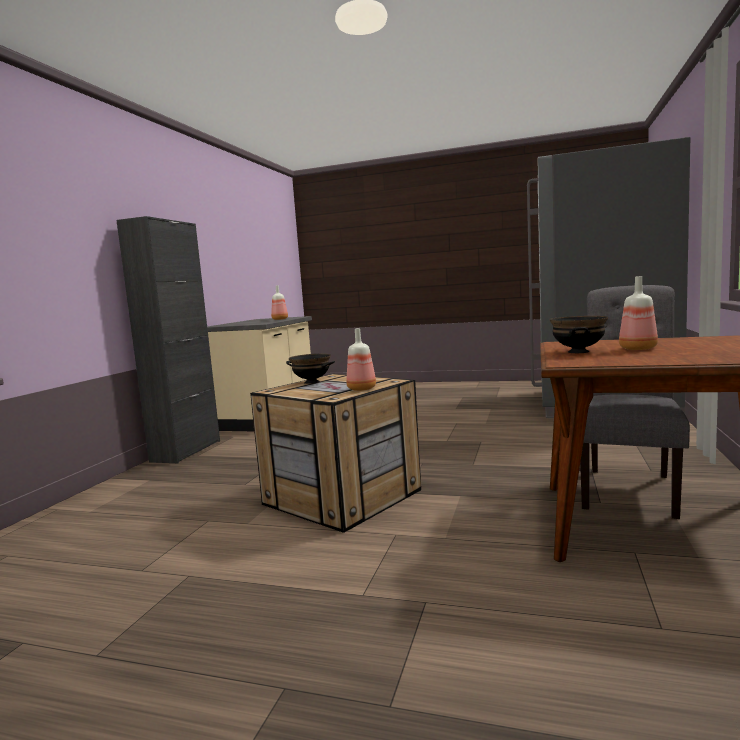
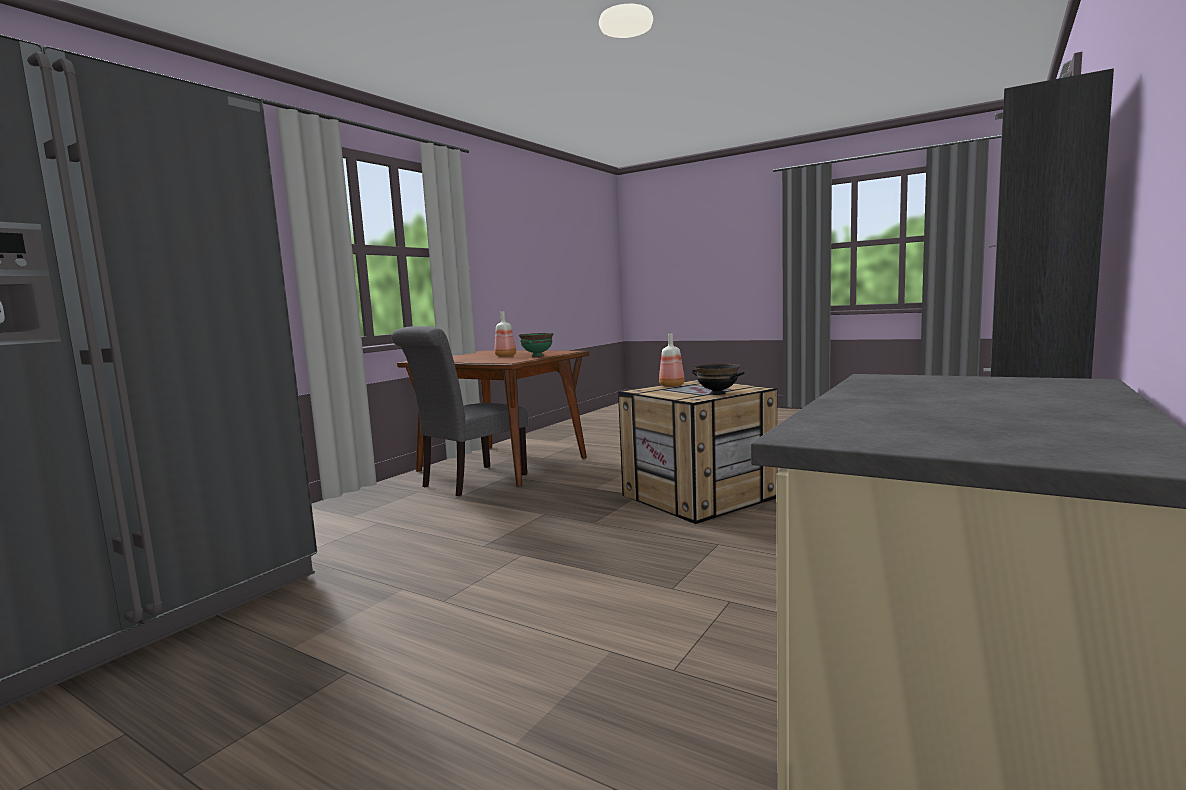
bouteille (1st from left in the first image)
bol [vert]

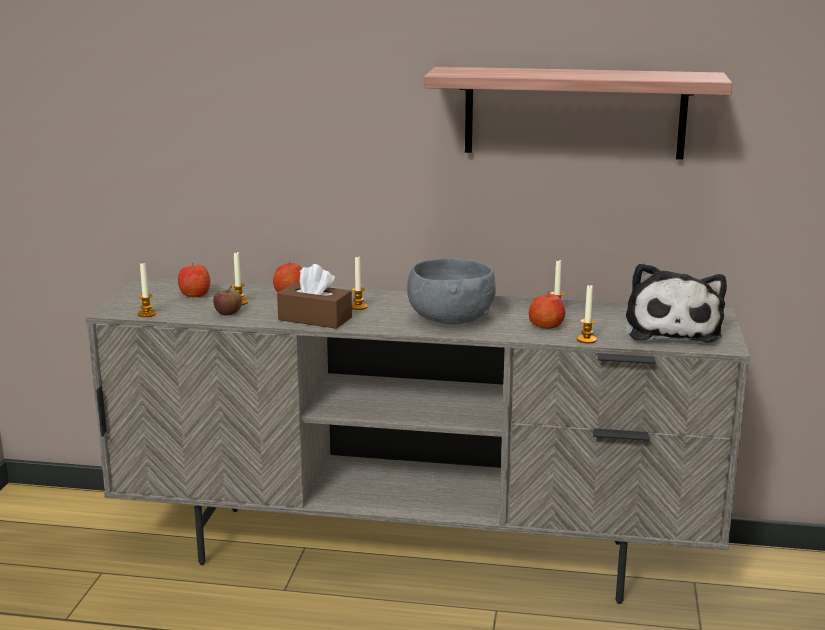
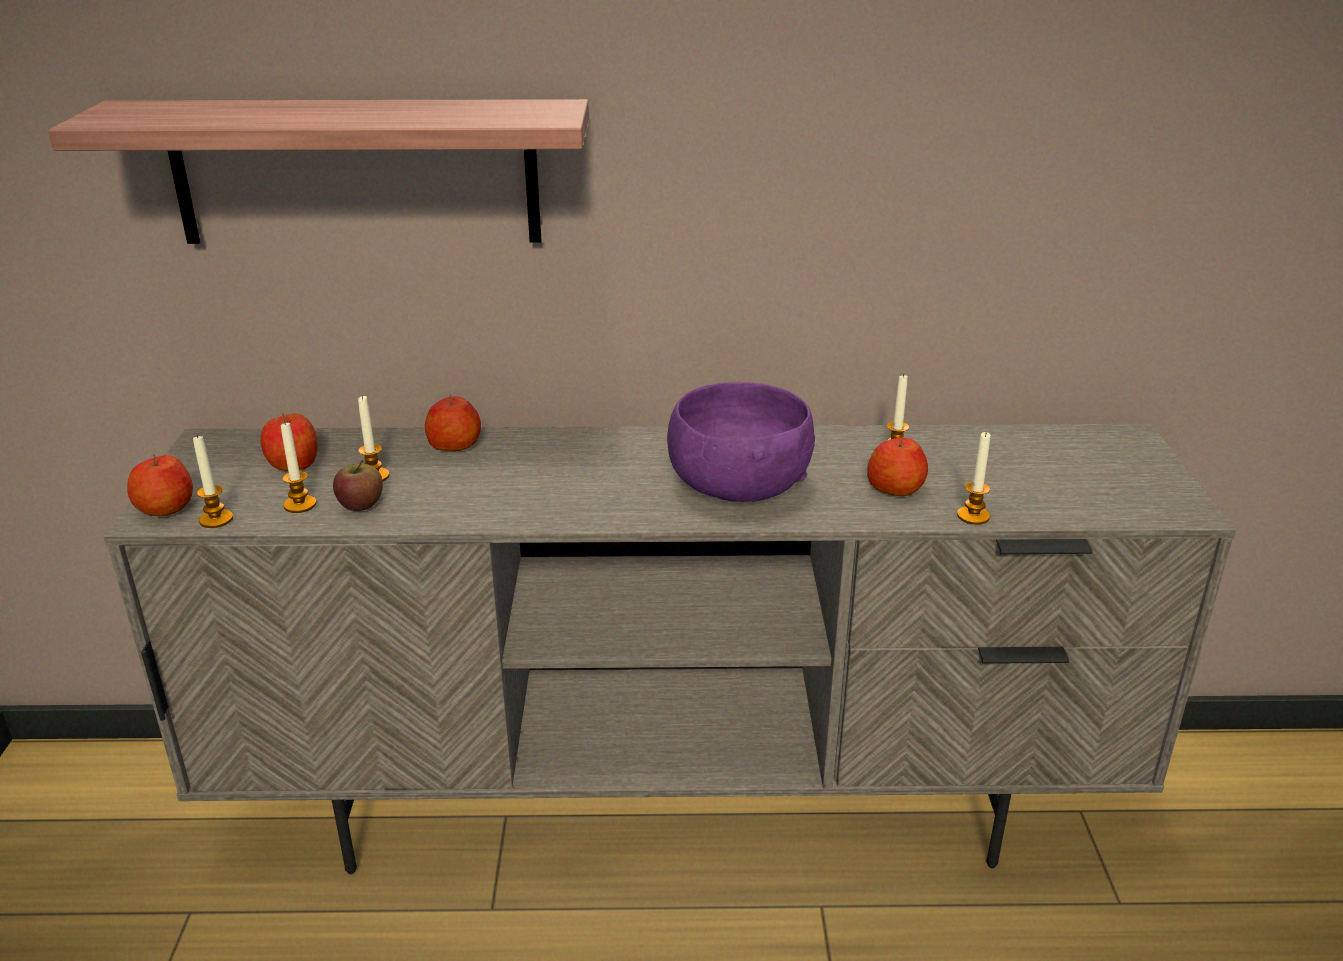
boîte à mouchoirs [marron]
peluche
pomme (1st from left)
bougie (2nd from left)
étagère
bol [violet]

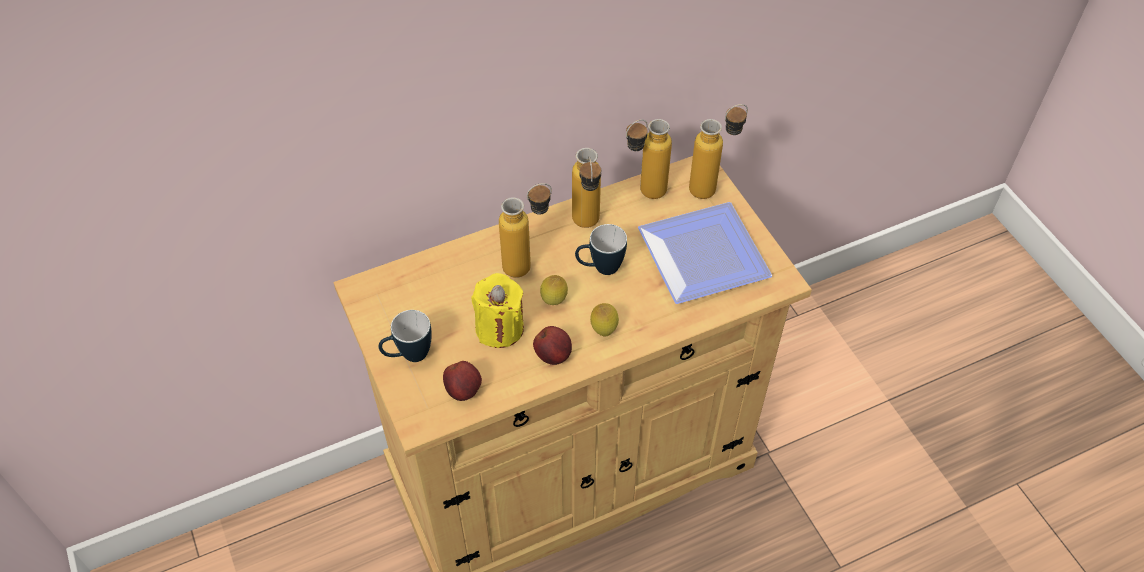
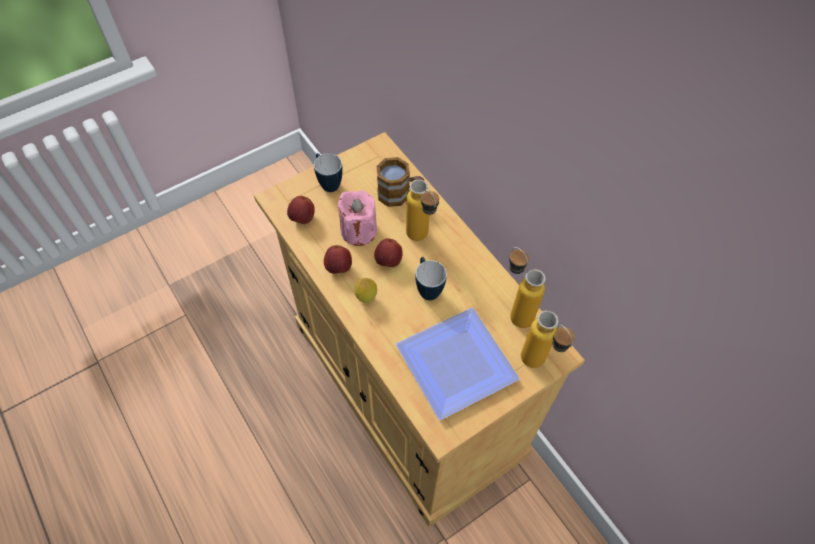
bouteille (2nd from left in the first image)
mug (2nd from left)
pomme (3rd from left)
bougie [rose]

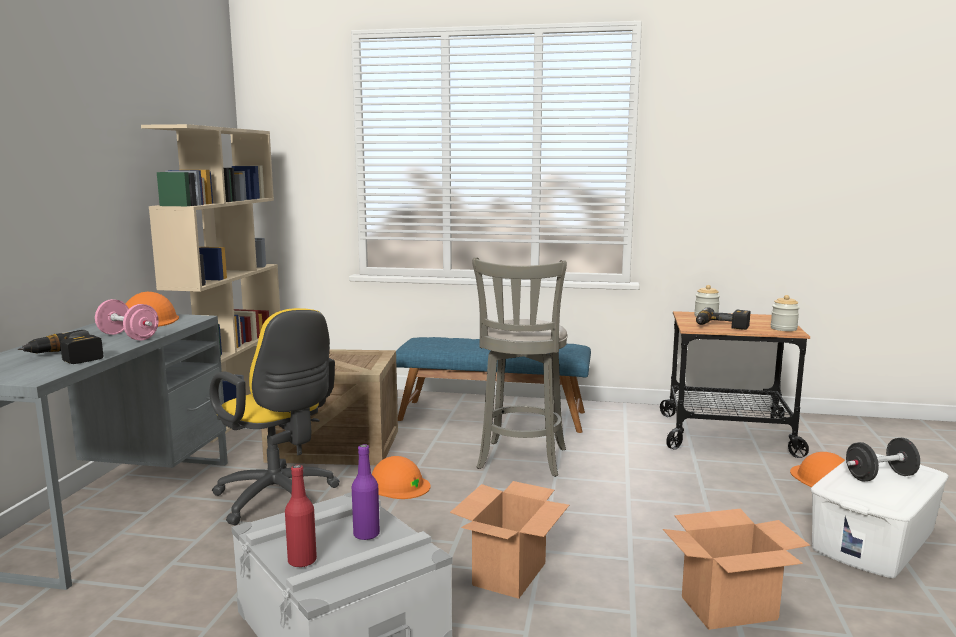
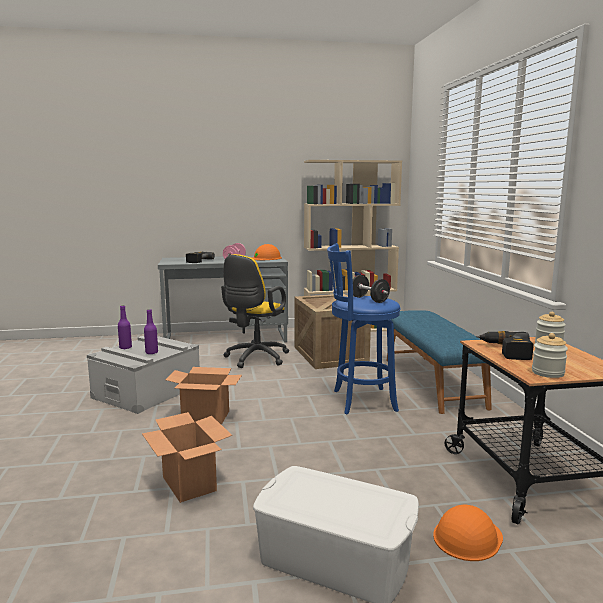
casque de chantier [orange] (2nd from left in the first image)
haltère [noir]
bouteille [violet] (1st from left)
tabouret [bleu]

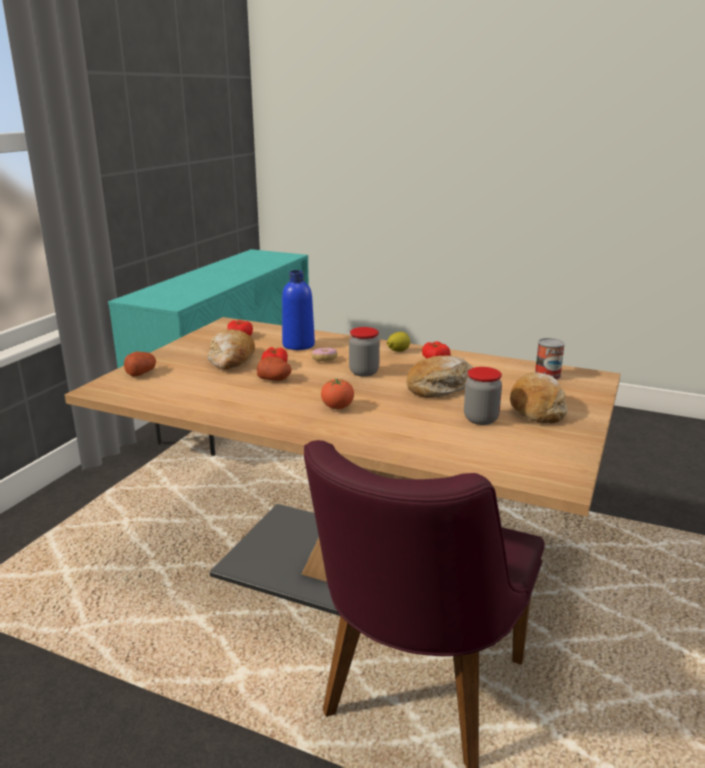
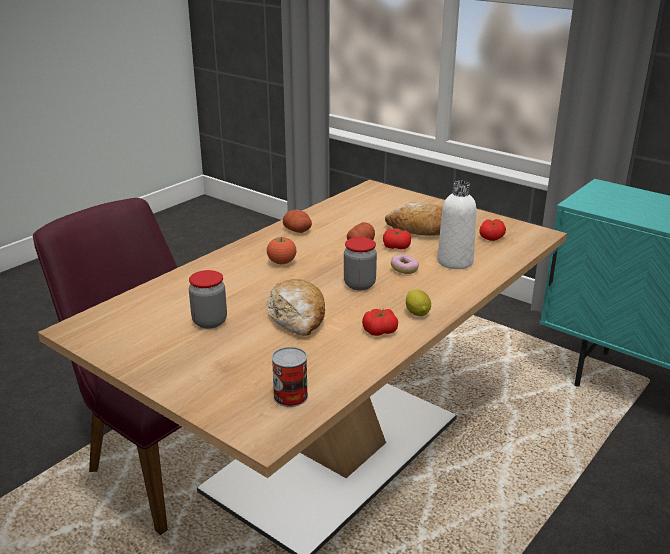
pain (3rd from left in the first image)
pomme de terre (1st from left)
bouteille [blanc]

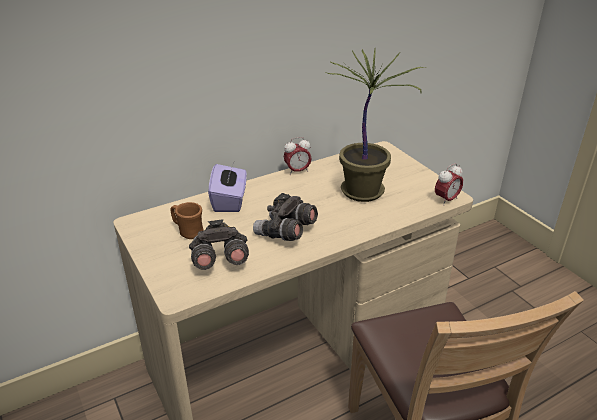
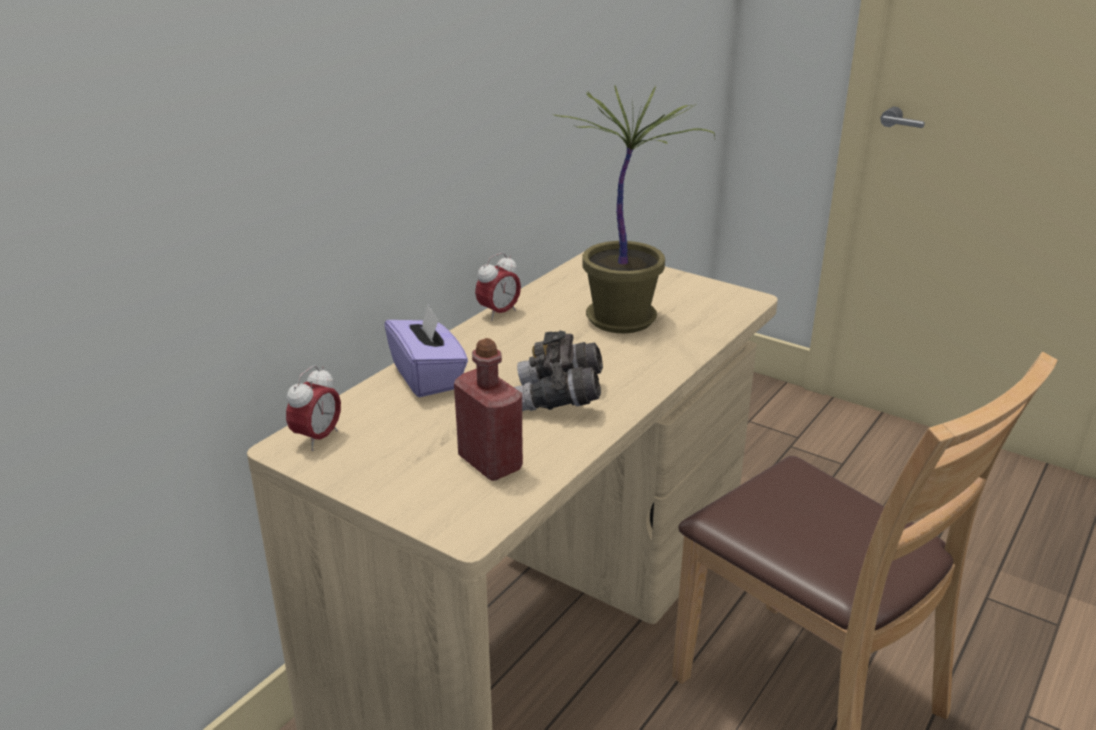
mug [marron]
réveil (1st from left)
bouteille [rouge]

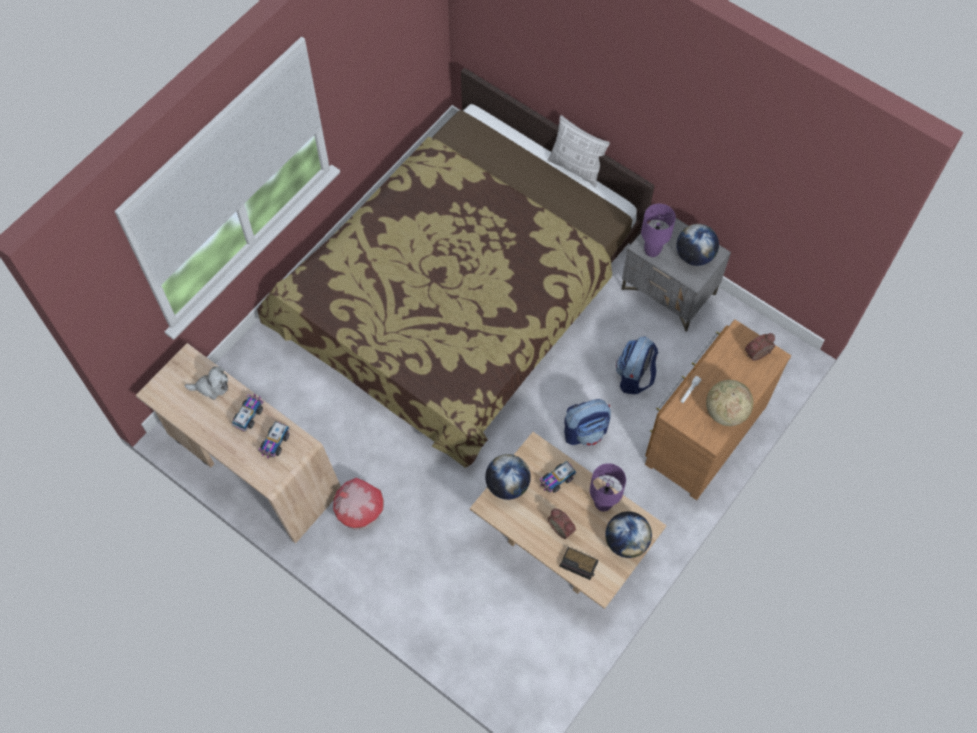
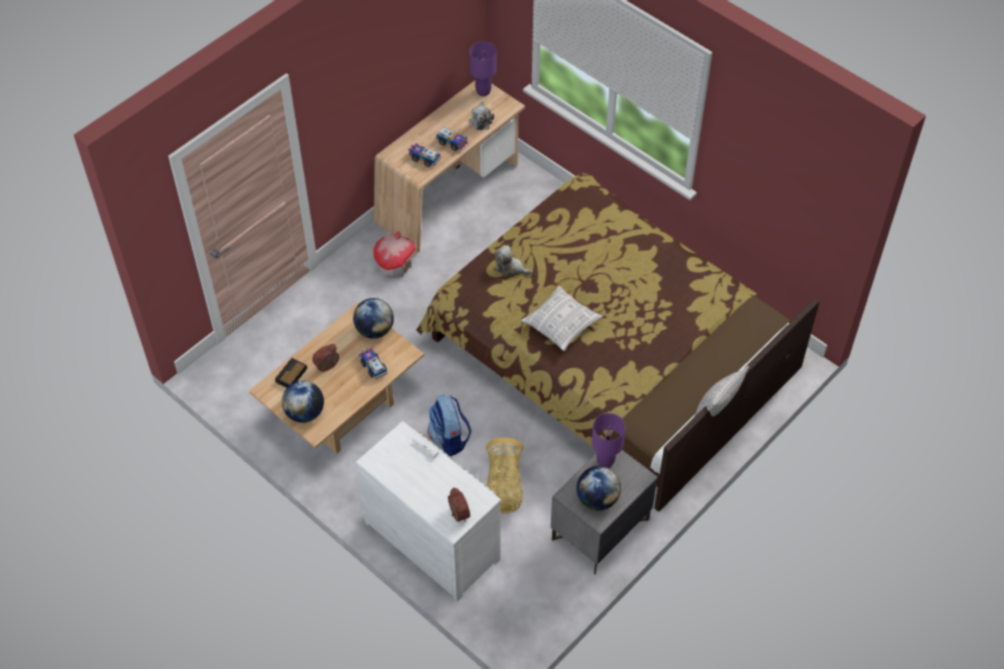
globe (4th from left in the first image)
peluche (2nd from left)
coussin (1st from left)
lampe de table [violet] (1st from left)
panier
commode [blanc]

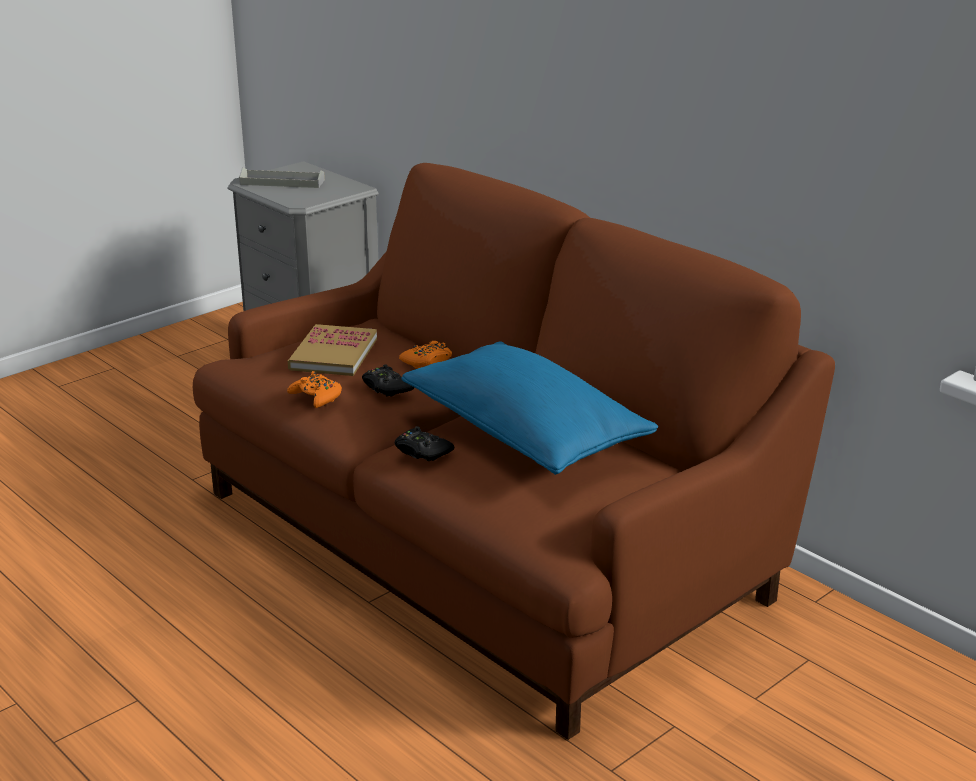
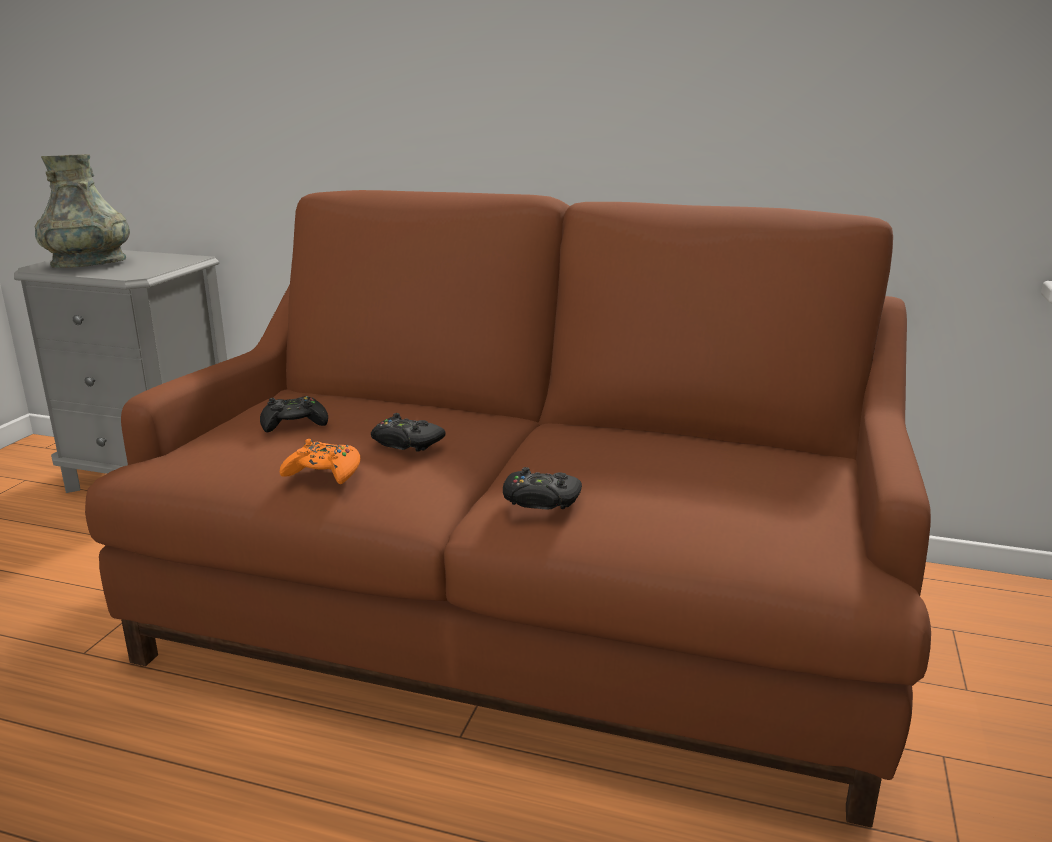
manette [orange] (2nd from left in the first image)
coussin [bleu]
vase [gris]
manette [noir] (1st from left)

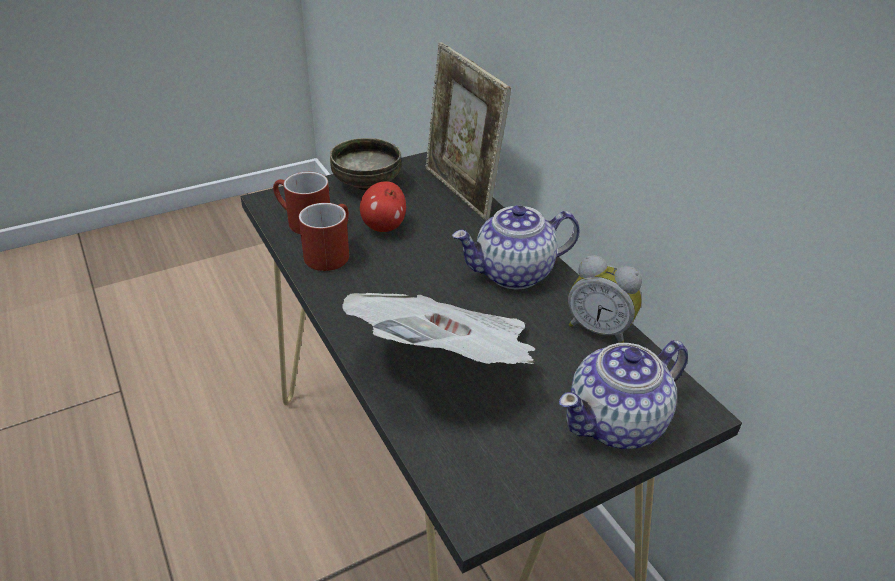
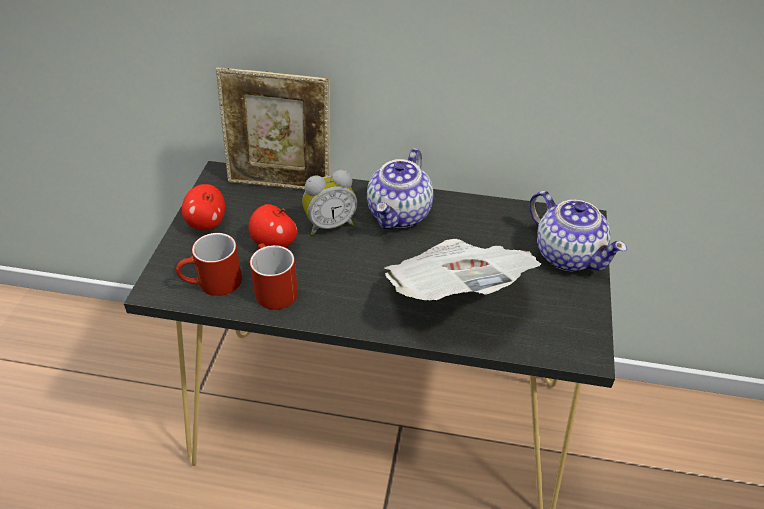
réveil
pomme (1st from left)
théière (2nd from left)

